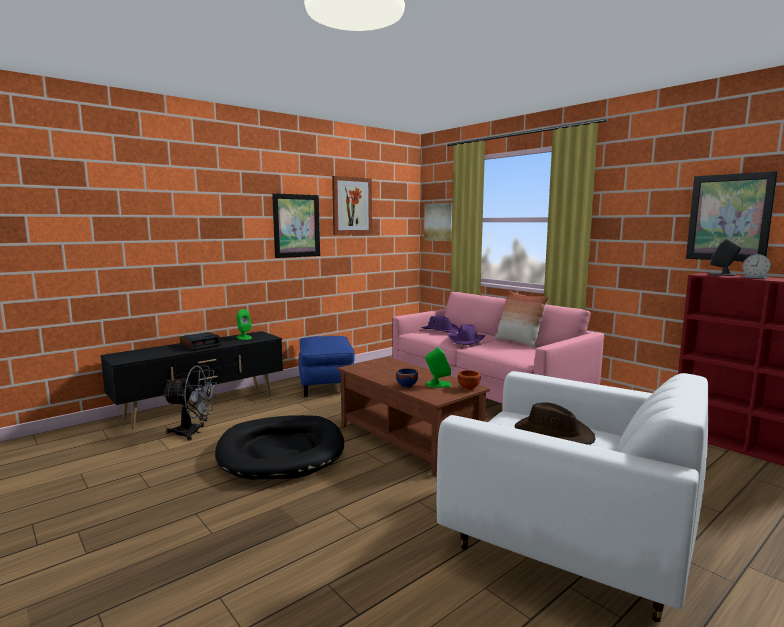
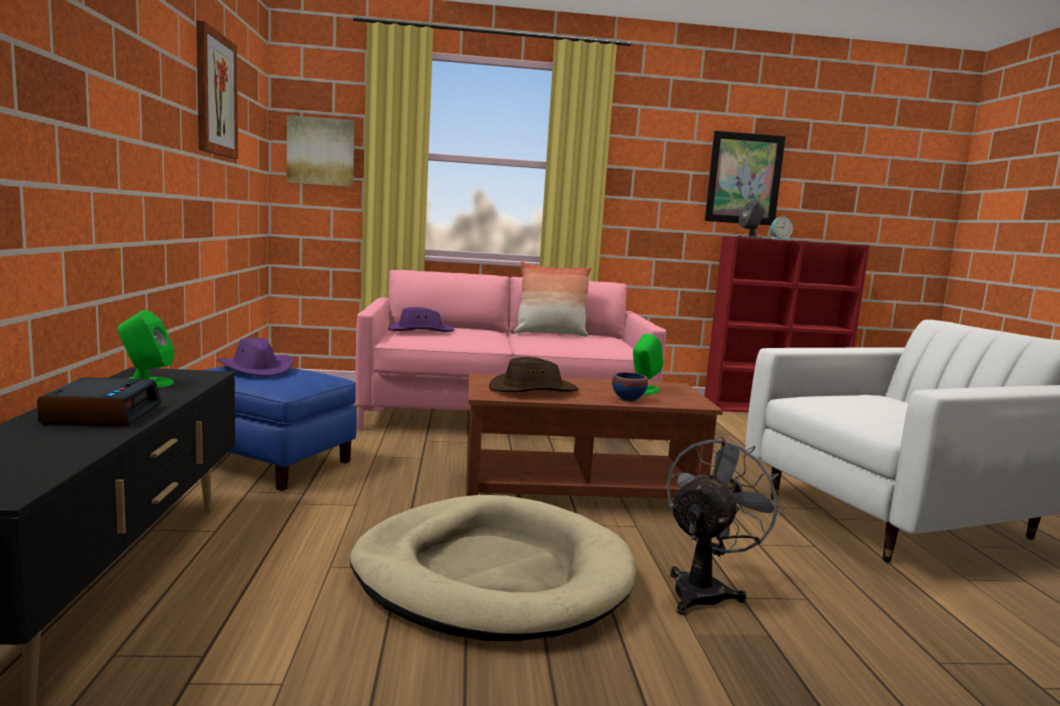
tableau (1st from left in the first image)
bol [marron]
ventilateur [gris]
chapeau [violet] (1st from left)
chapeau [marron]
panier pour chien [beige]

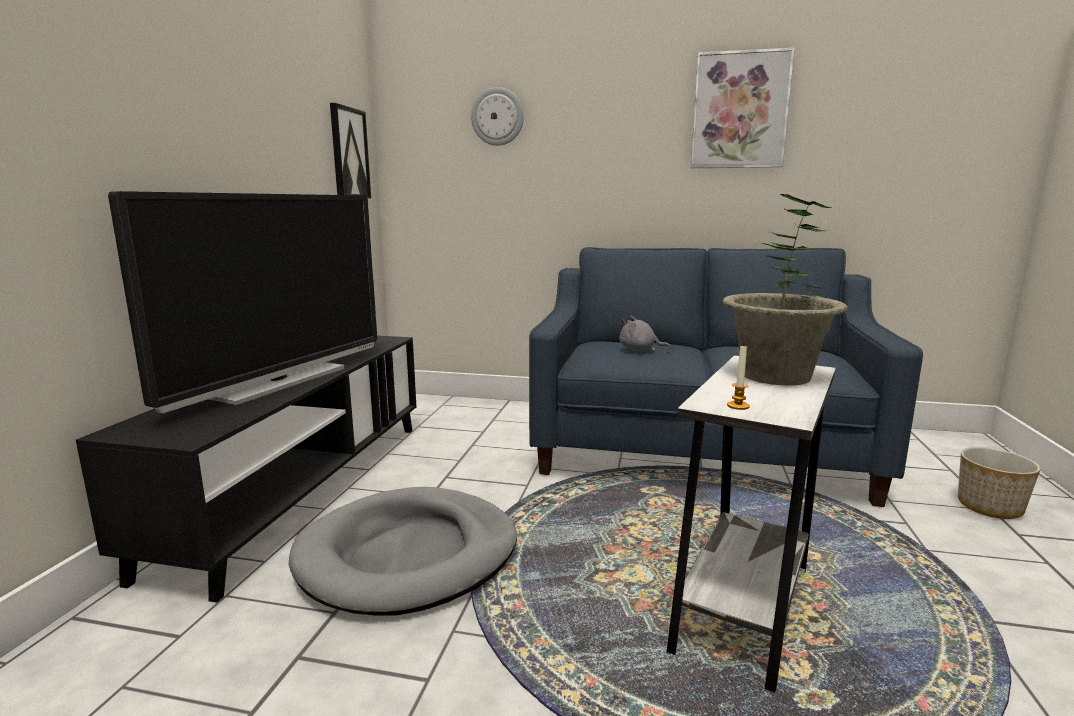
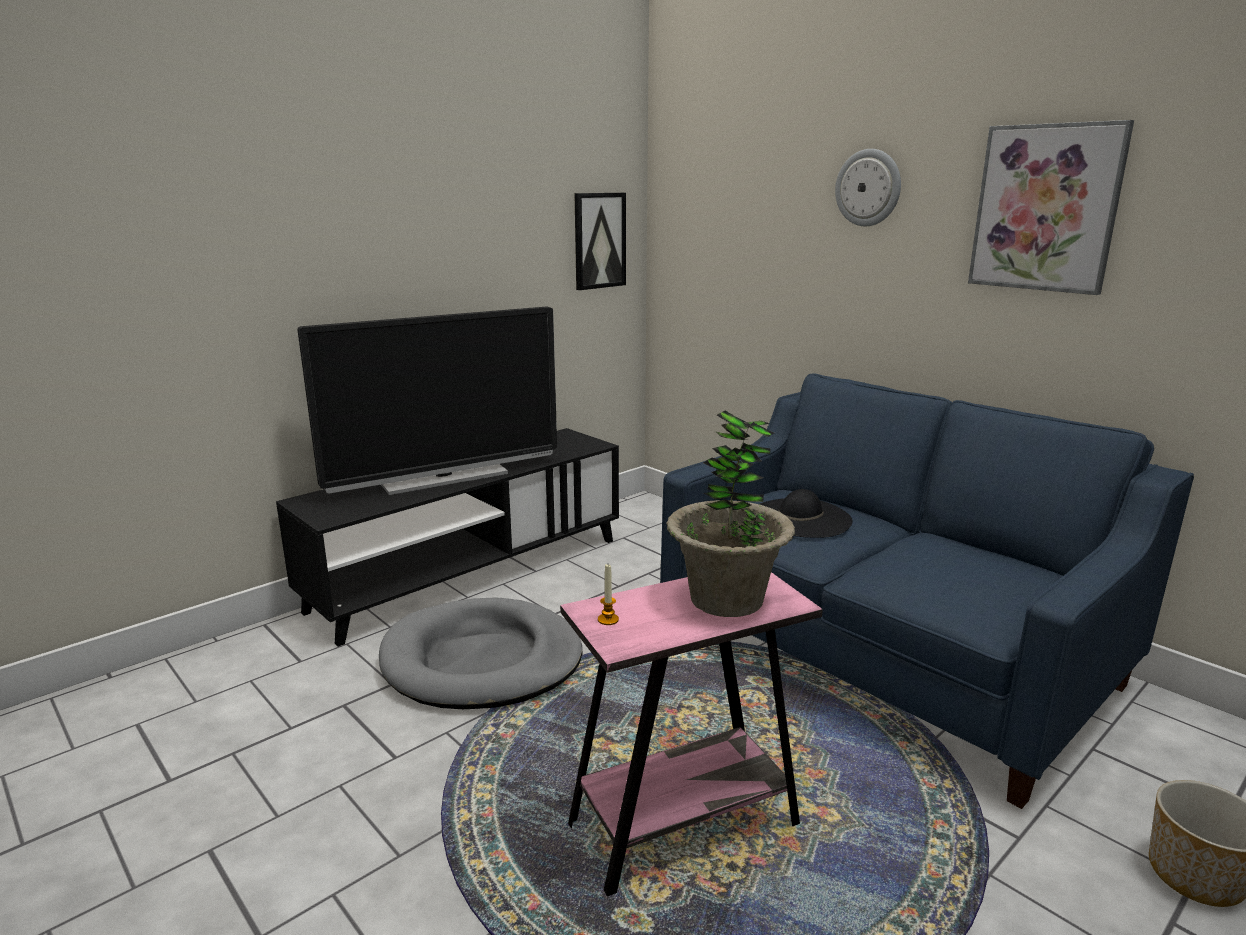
horloge murale
chapeau [noir]
table d'appoint [rose]

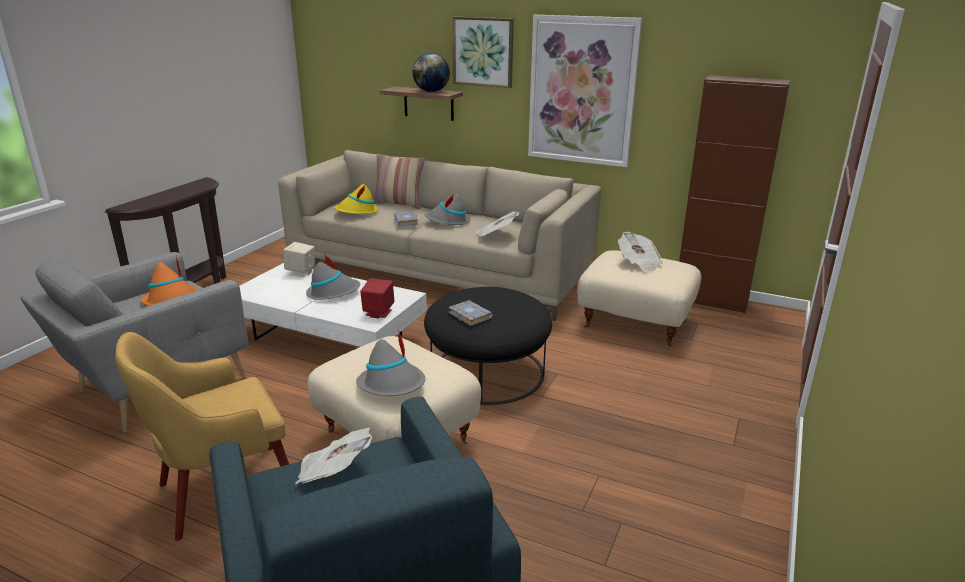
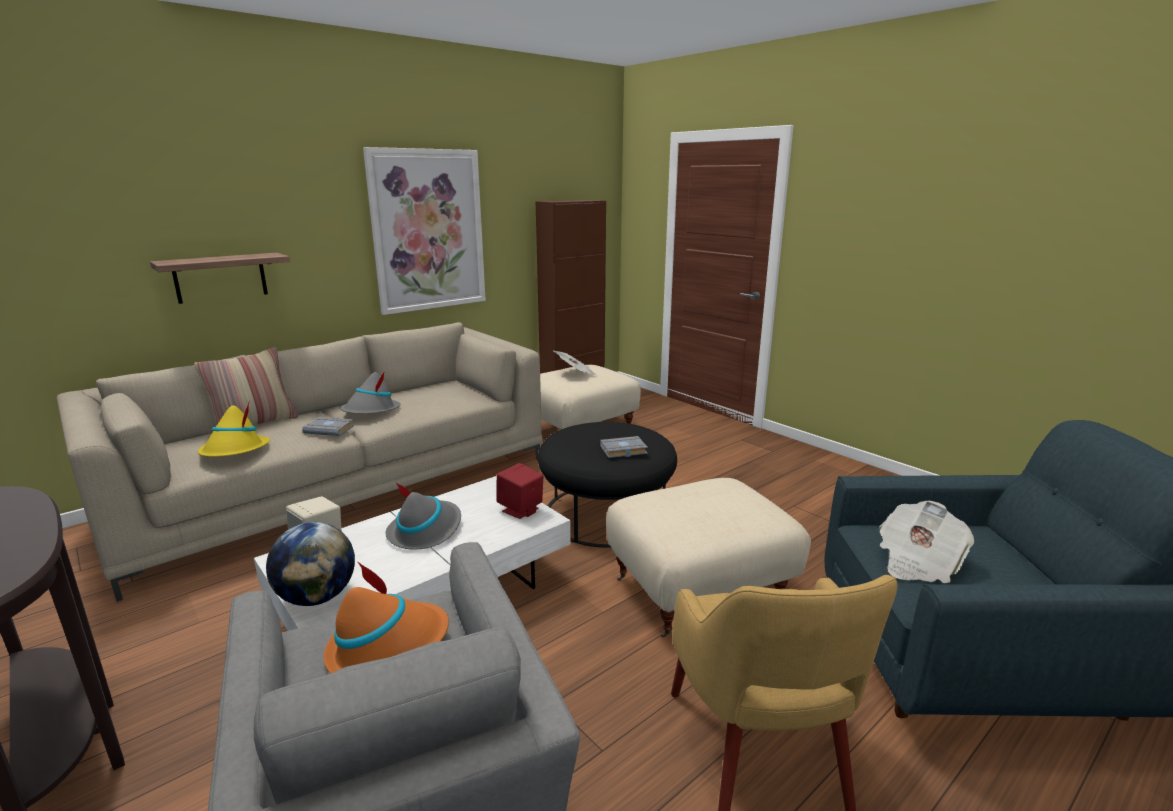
chapeau [gris] (2nd from left in the first image)
tableau (1st from left in the first image)
journal (2nd from left in the first image)
globe

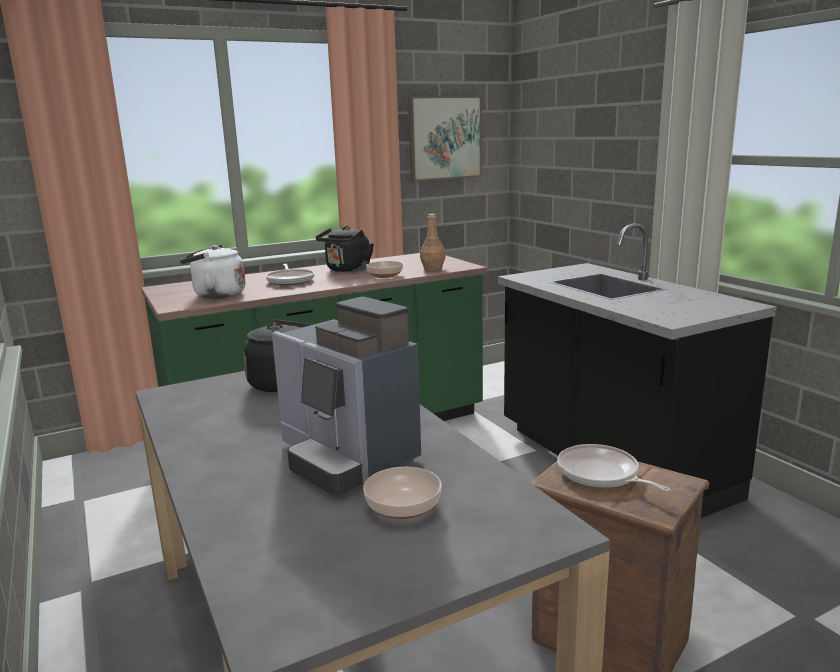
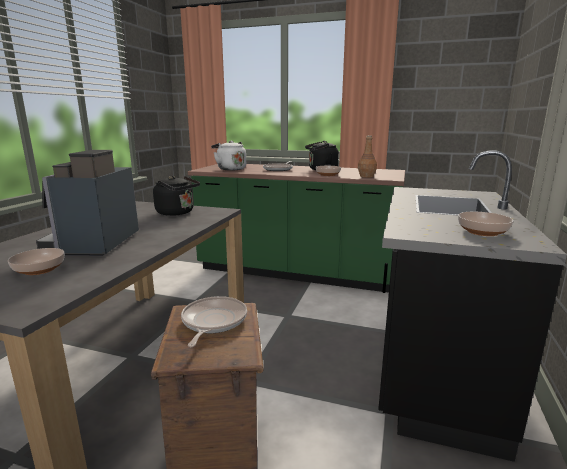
tableau
bol (3rd from left)

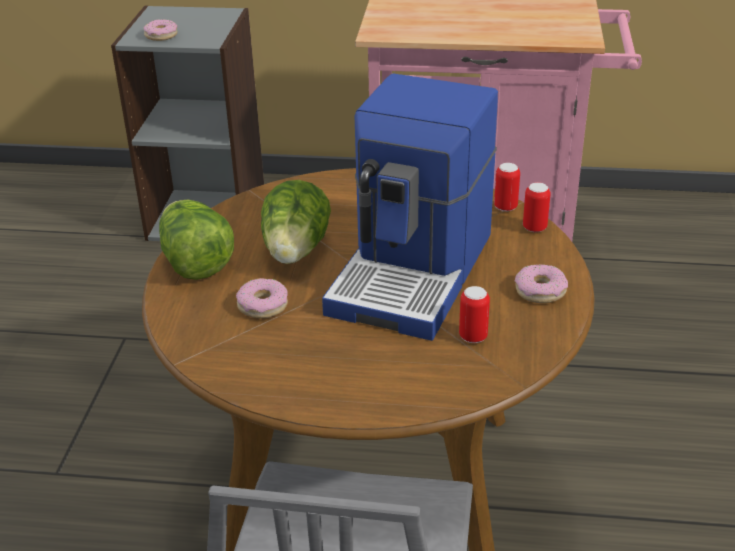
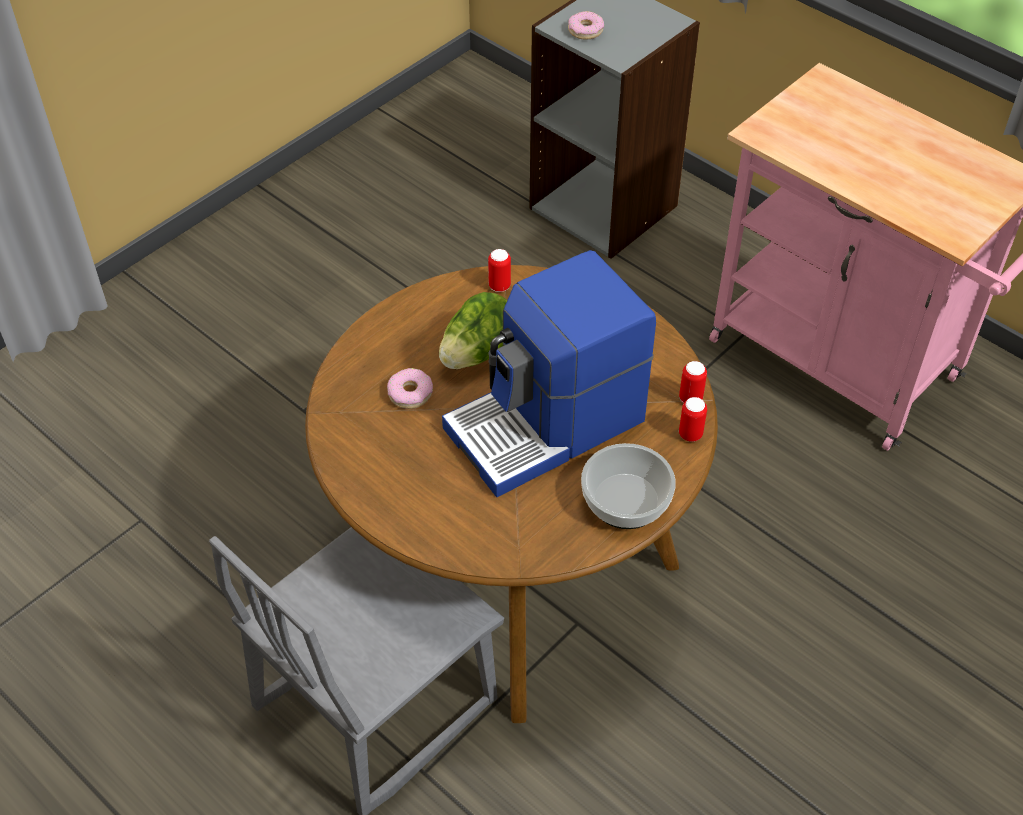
laitue (1st from left in the first image)
boîte métallique (1st from left)
bol

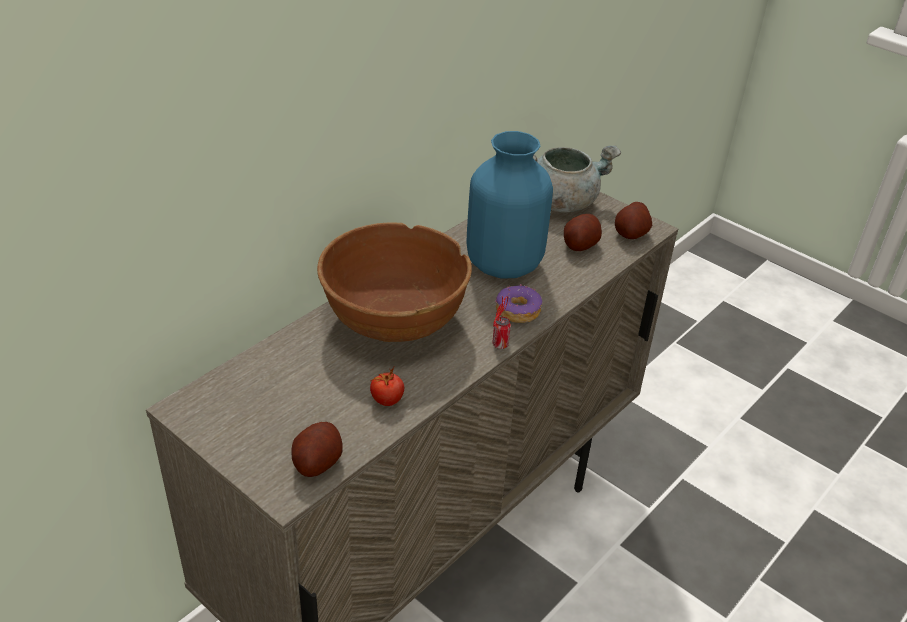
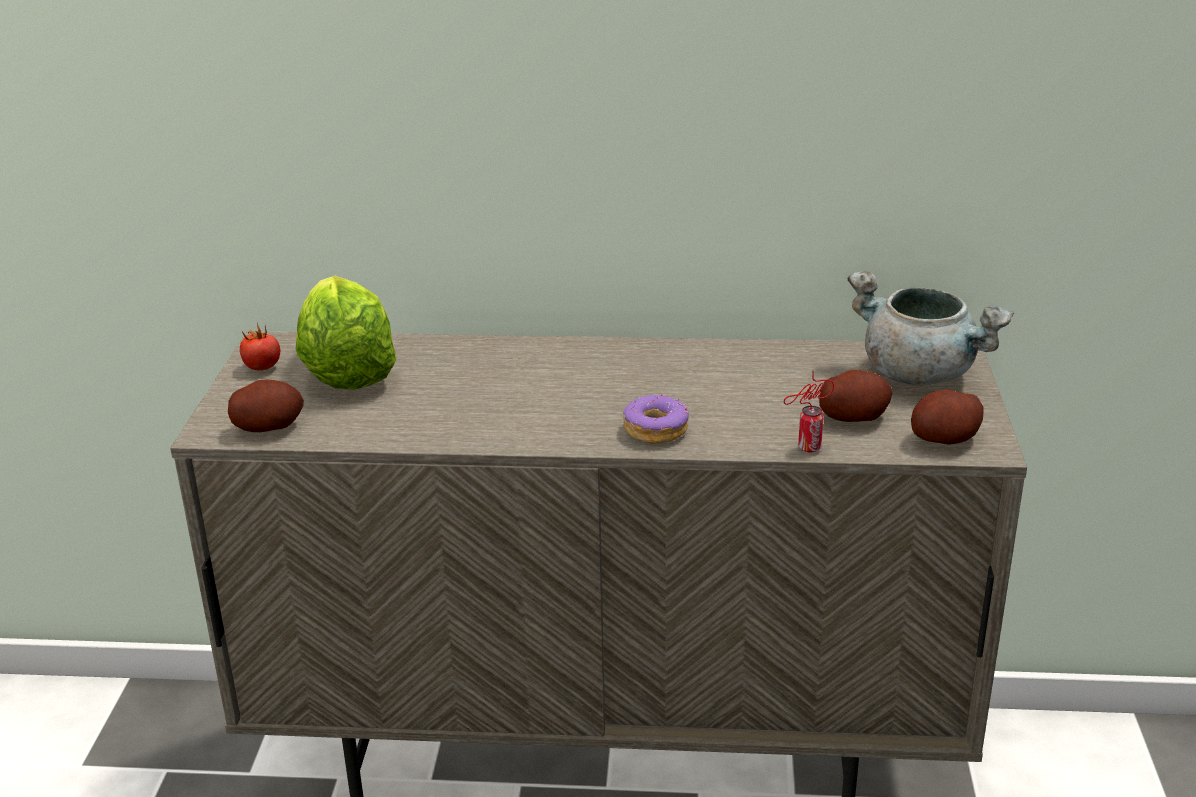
bol [marron]
vase [bleu]
laitue
tomate
boîte métallique

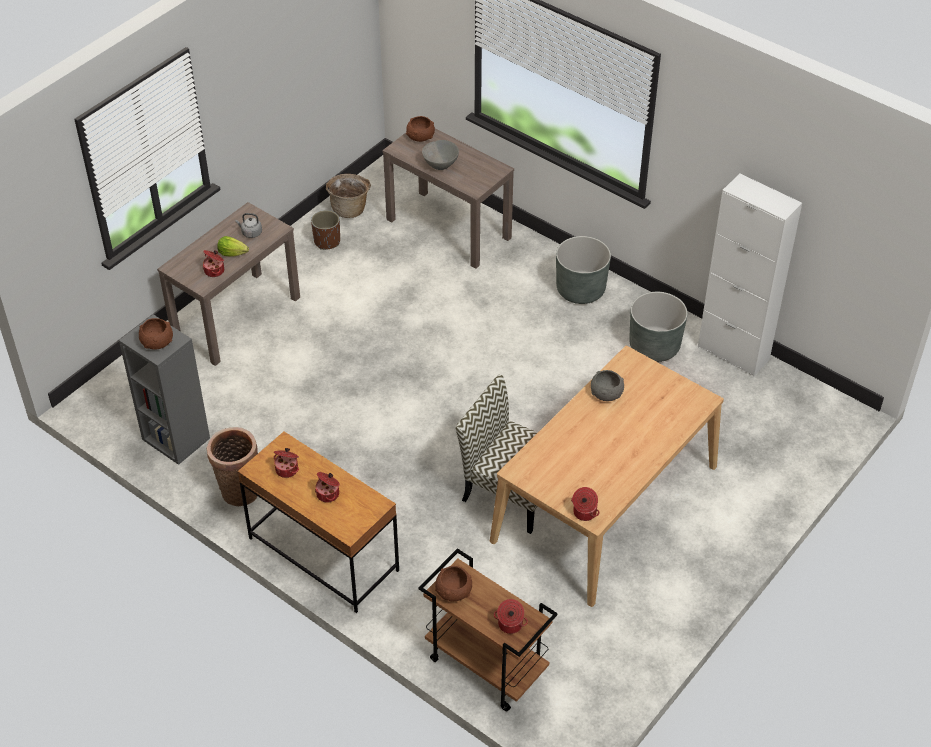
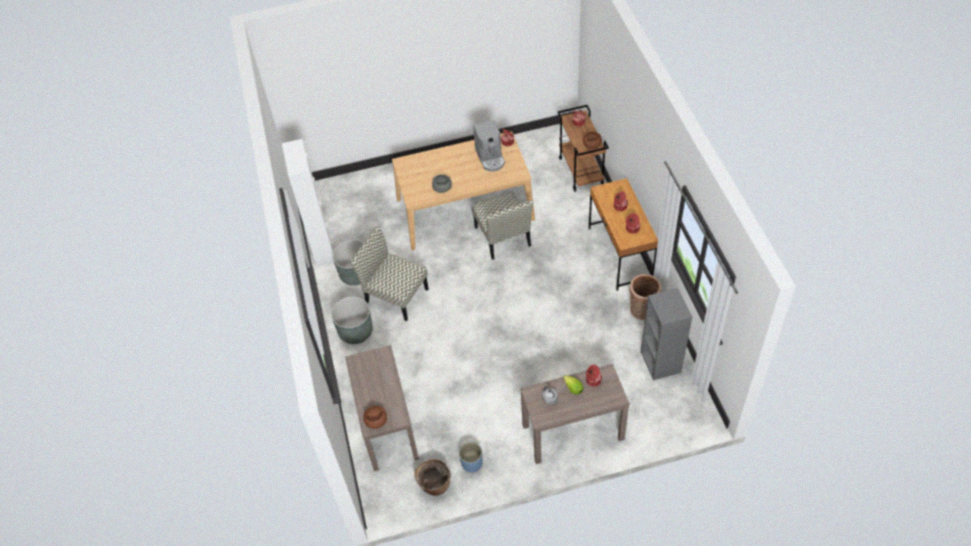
bol [marron] (1st from left in the first image)
bol [gris] (1st from left in the first image)
chaise (1st from left)
machine à café
cache-pot [bleu]

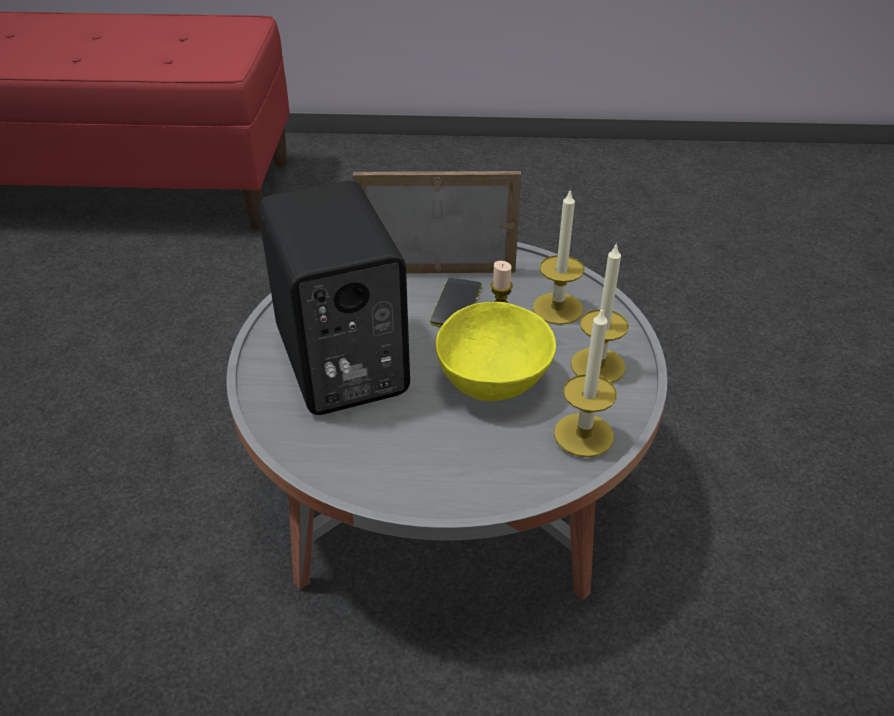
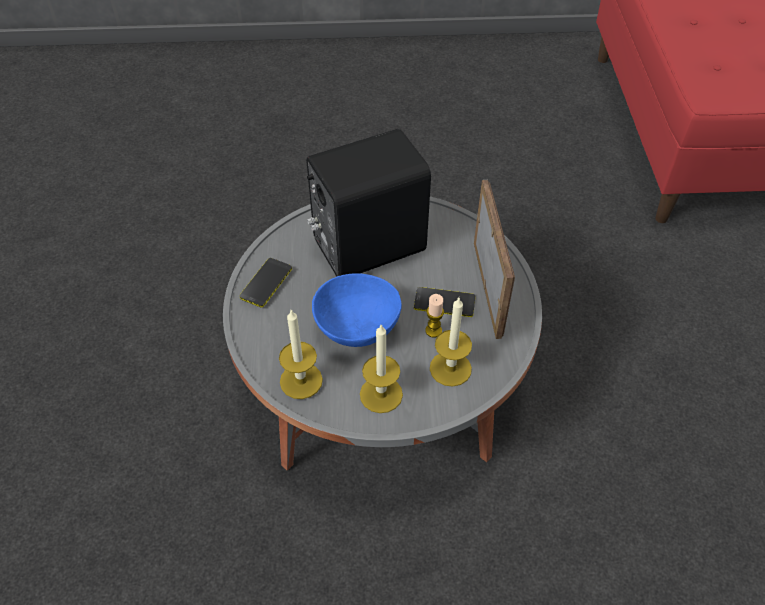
téléphone (1st from left)
bol [bleu]

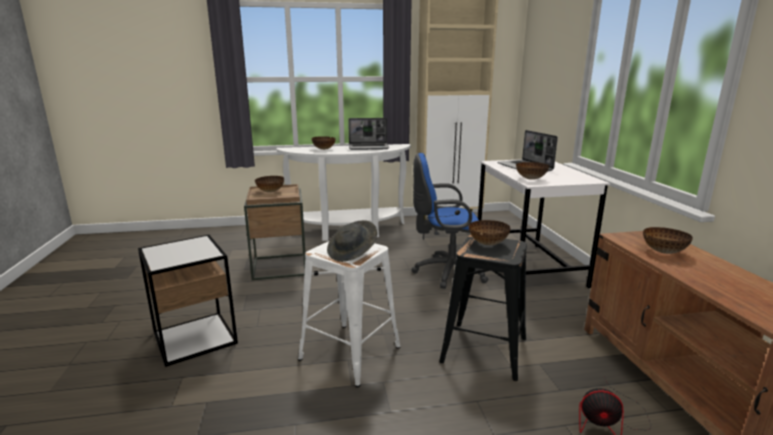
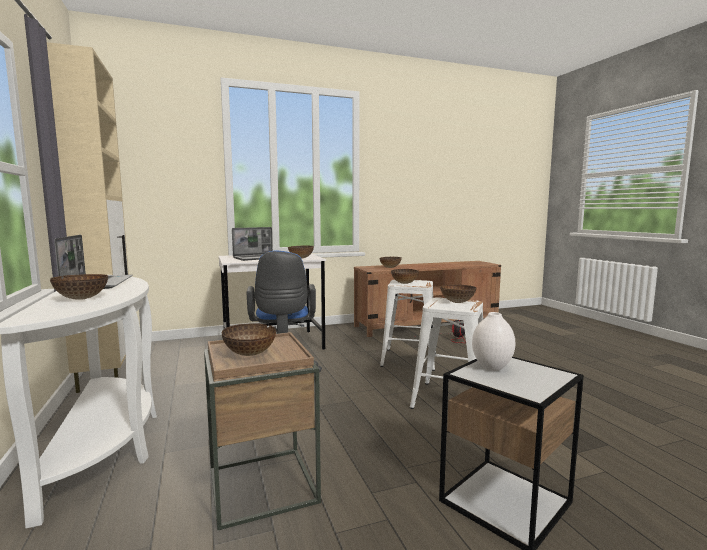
vase [blanc]
bol (6th from left)
tabouret [blanc] (1st from left)

